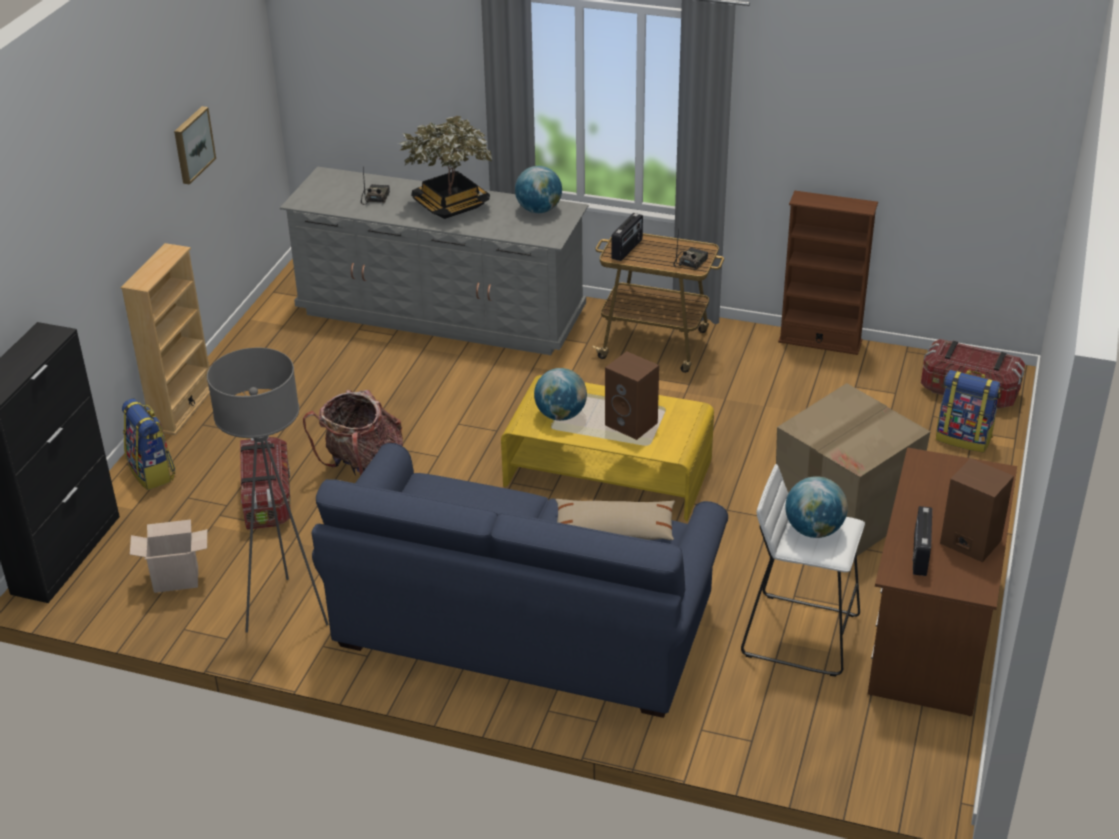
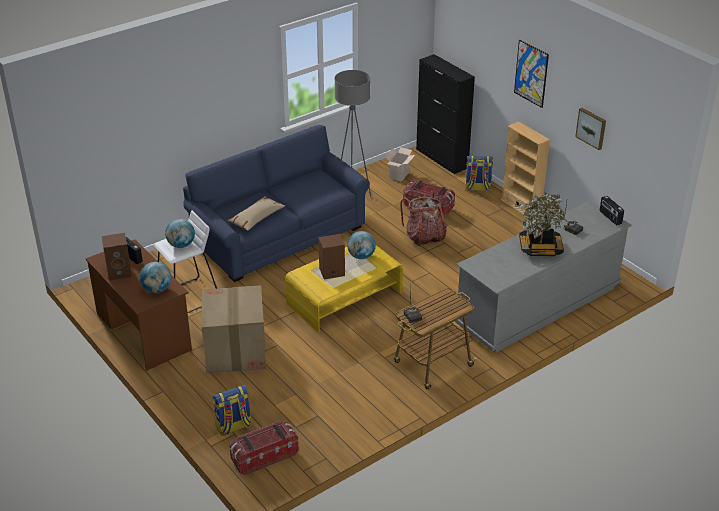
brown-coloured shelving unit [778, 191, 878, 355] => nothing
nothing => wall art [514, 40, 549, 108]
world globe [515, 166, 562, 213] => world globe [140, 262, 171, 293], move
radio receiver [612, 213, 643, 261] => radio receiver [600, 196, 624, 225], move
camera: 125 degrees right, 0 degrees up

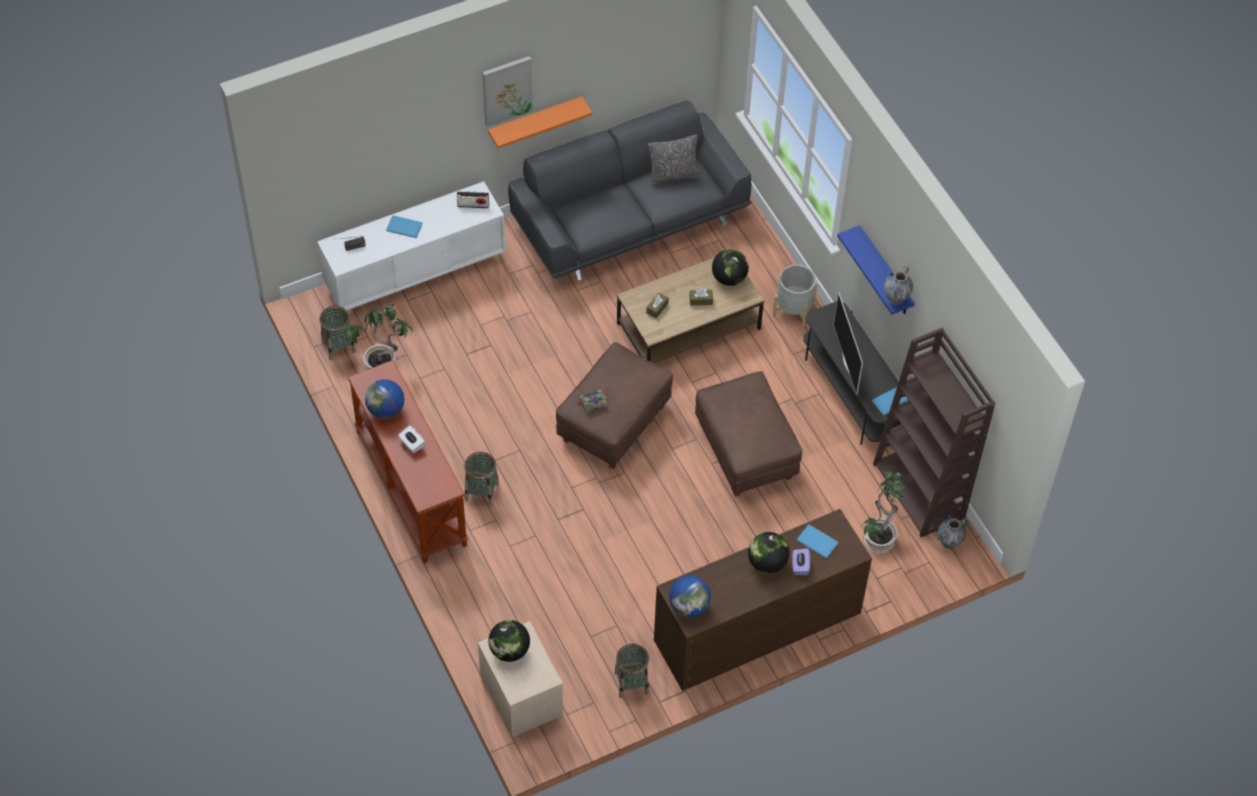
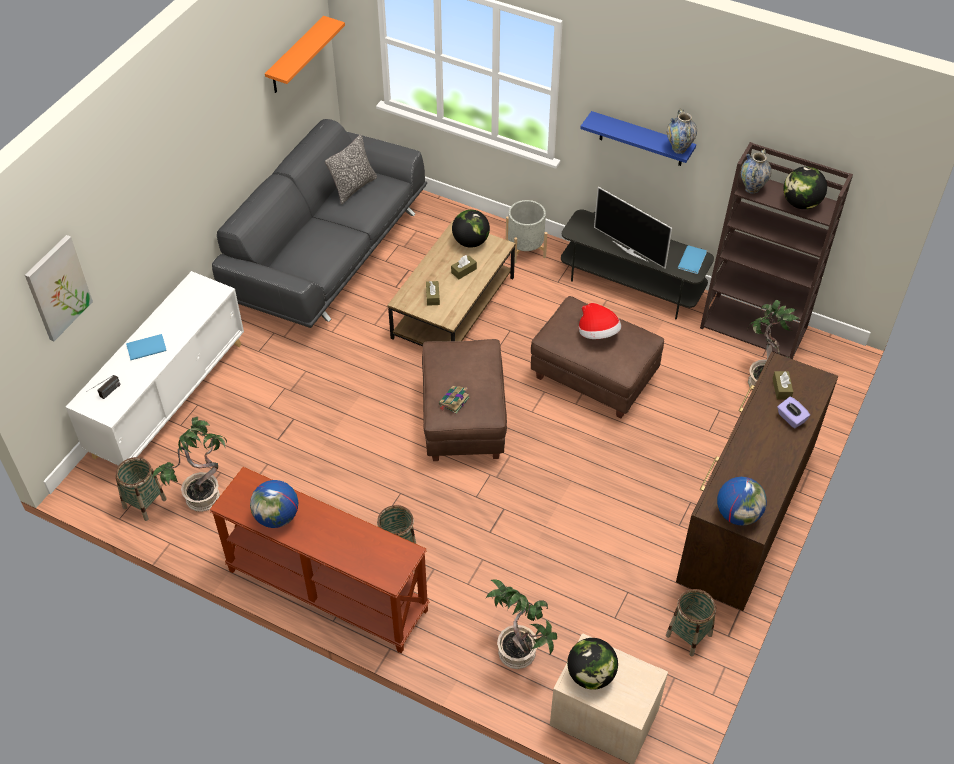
white tissue holder [398, 425, 425, 453] => nothing
radio receiver [457, 191, 489, 208] => nothing
nothing => potted plant [486, 579, 557, 669]
nothing => hat [579, 303, 621, 339]
wall art [482, 56, 533, 127] => wall art [25, 235, 93, 341], move
orange shelf [488, 96, 592, 148] => orange shelf [265, 16, 345, 93], move
world globe [748, 532, 789, 573] => world globe [783, 166, 827, 209], move
vase [937, 515, 969, 549] => vase [740, 149, 772, 194], move
bluish volume [797, 525, 838, 558] => brown-coloured tissue holder [773, 371, 793, 399]
camera: 35 degrees left, 5 degrees down

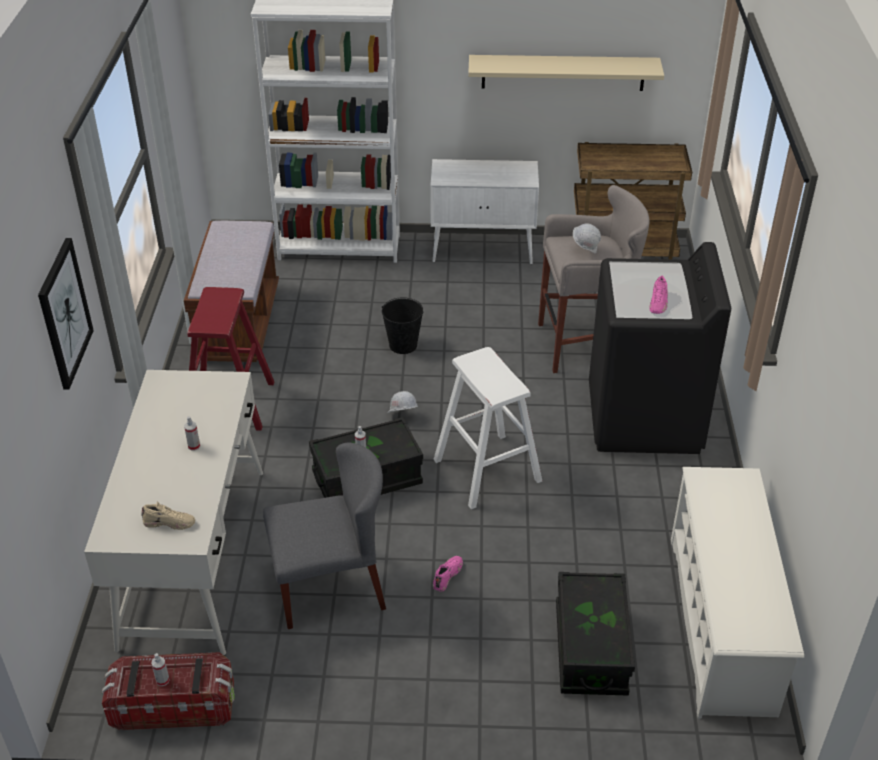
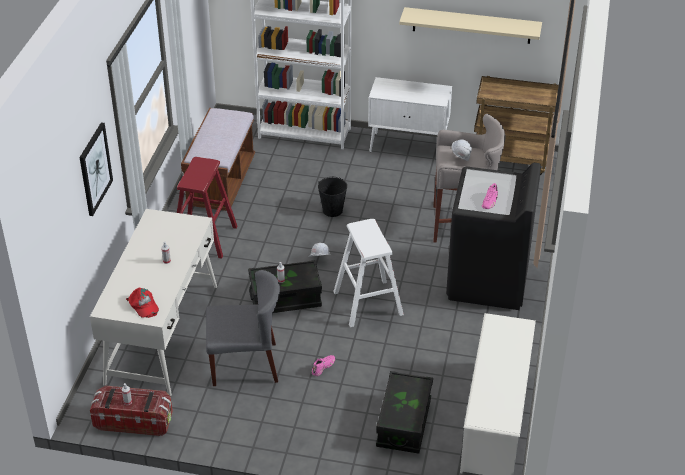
beige-coloured item of footwear [141, 502, 195, 530] => reddish baseball cap [126, 288, 159, 318]
camera: 10 degrees right, 0 degrees up

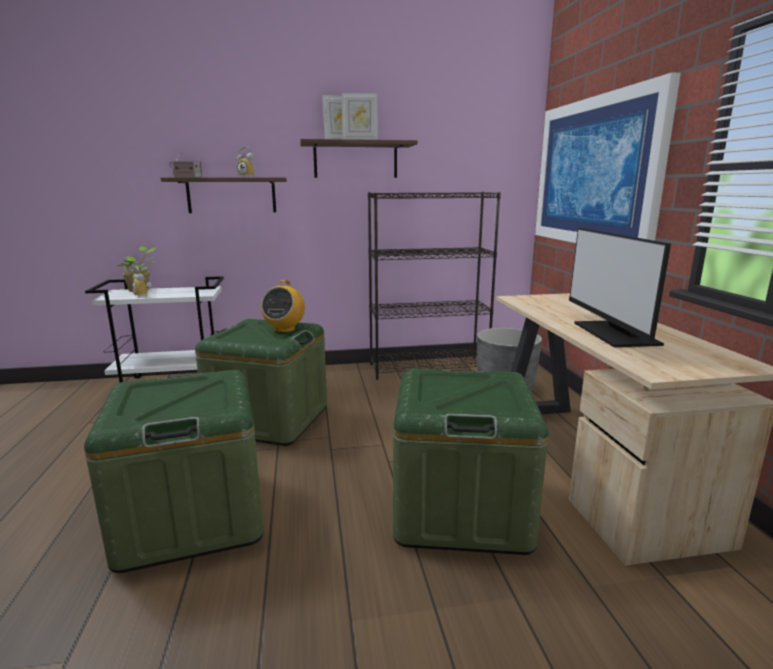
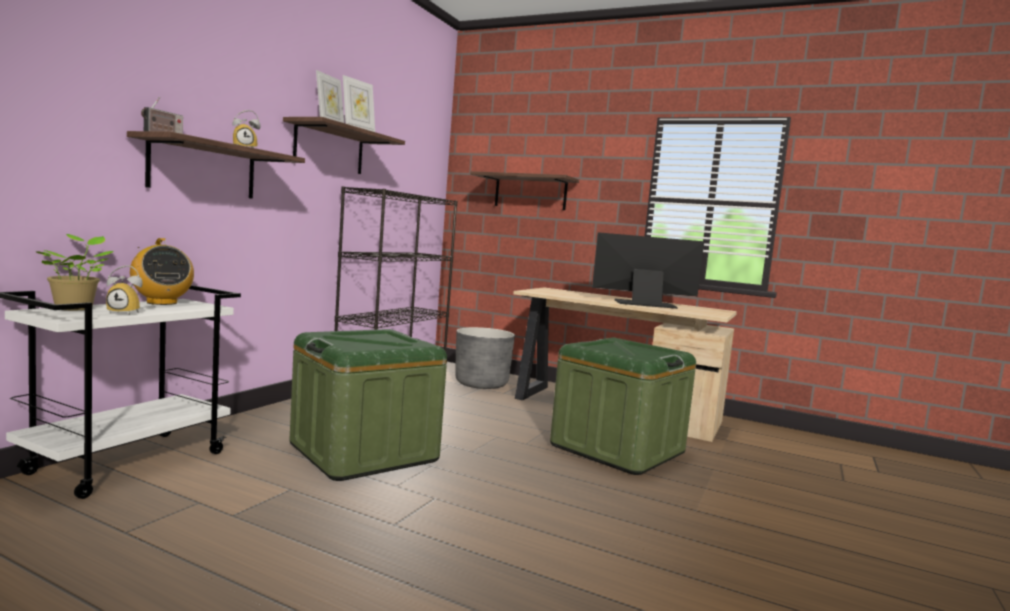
green-coloured storage bin [84, 370, 263, 573] => nothing
radio receiver [261, 280, 305, 333] => radio receiver [130, 238, 194, 305], move
wall art [535, 72, 681, 243] => shelf [470, 171, 579, 210]
monitor [569, 228, 671, 347] => monitor [592, 232, 704, 309], 150 degrees clockwise
camera: 55 degrees left, 10 degrees down

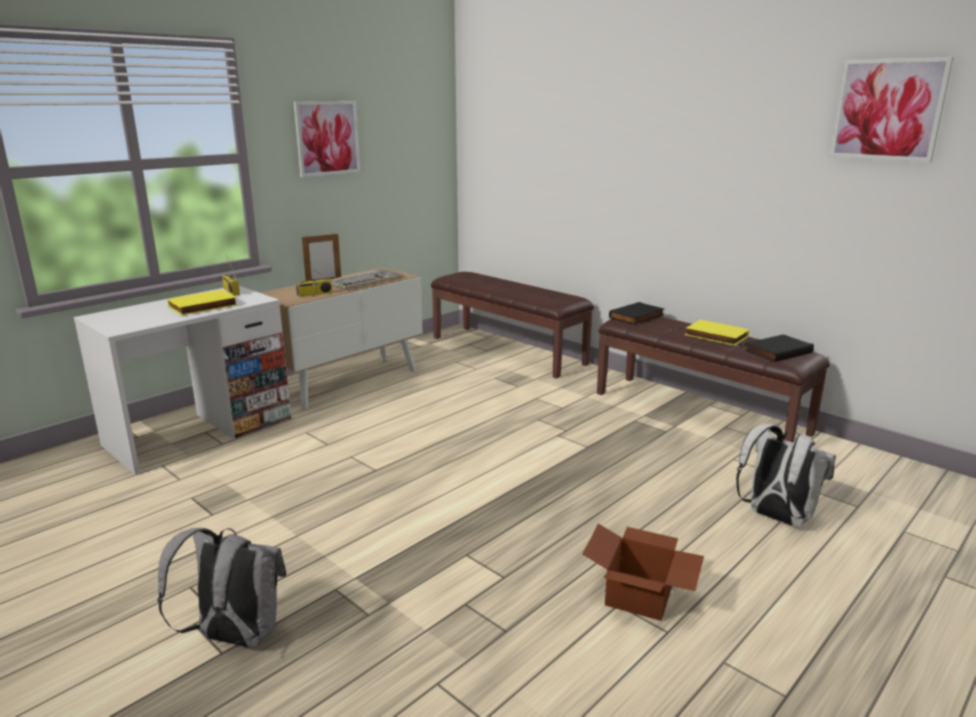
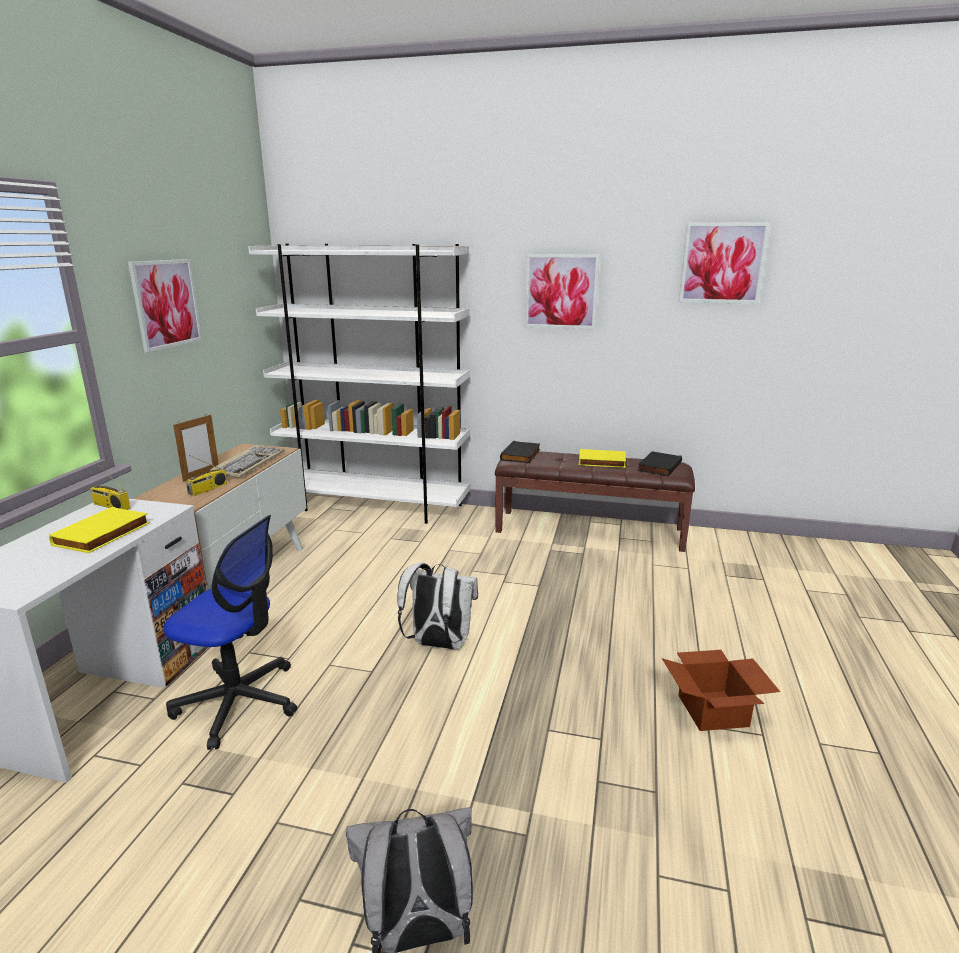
nothing => computer chair [164, 515, 297, 750]
nothing => wall art [525, 254, 600, 329]
white rucksack [736, 424, 836, 527] => white rucksack [397, 563, 478, 650], move
brown-coloured bench [431, 272, 594, 379] => white shelving unit [248, 244, 470, 524]
camera: 30 degrees left, 0 degrees up

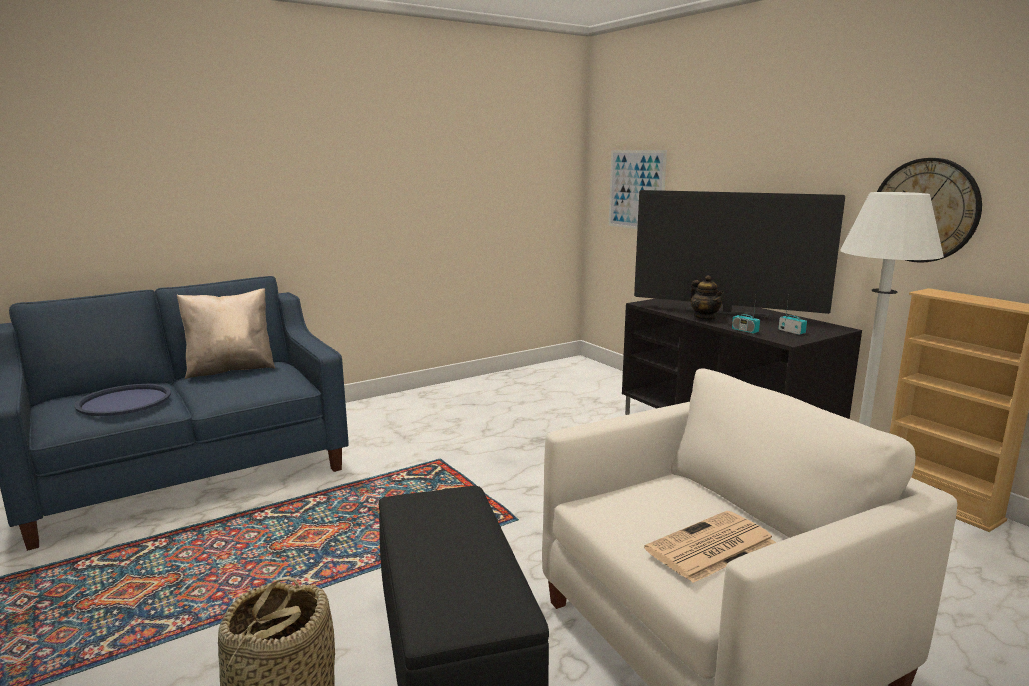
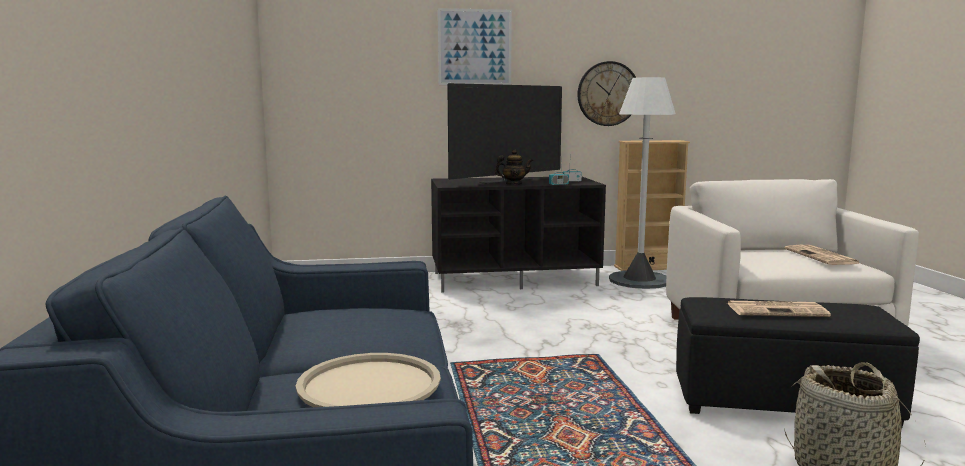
beige-coloured throw pillow [177, 289, 275, 379] => nothing
nothing => daily paper [727, 301, 831, 317]
wall art [609, 150, 667, 229] => wall art [438, 8, 512, 85], move
bluish serving tray [74, 384, 171, 416] => beige-coloured serving tray [296, 353, 441, 407]
camera: 65 degrees left, 5 degrees down

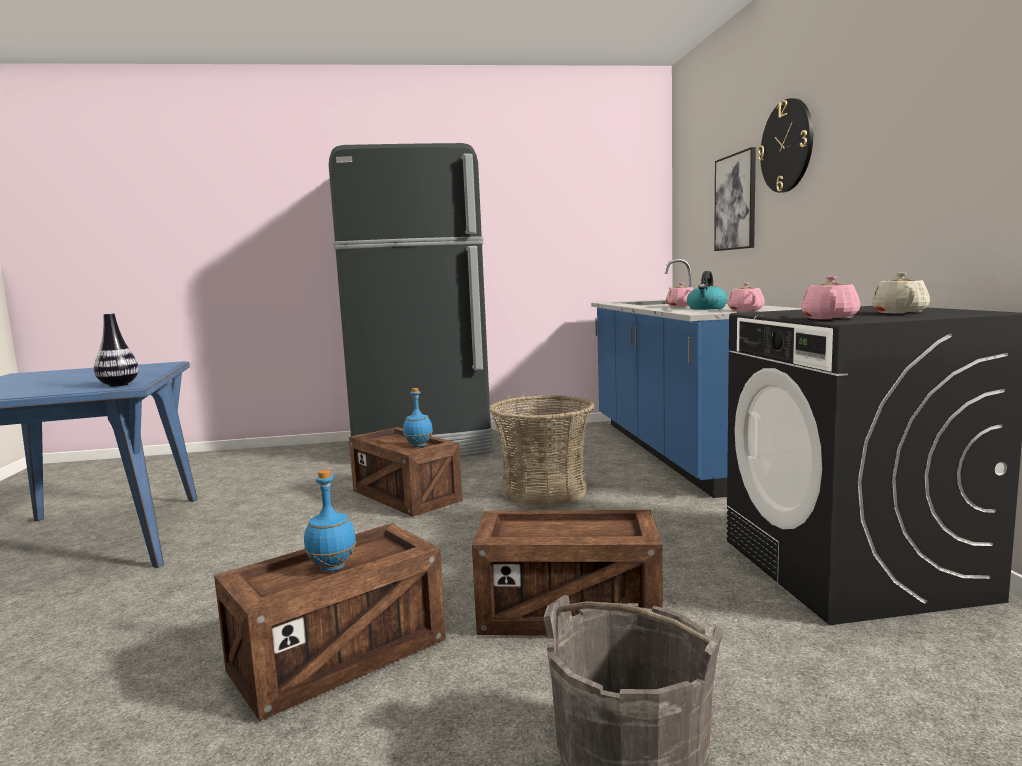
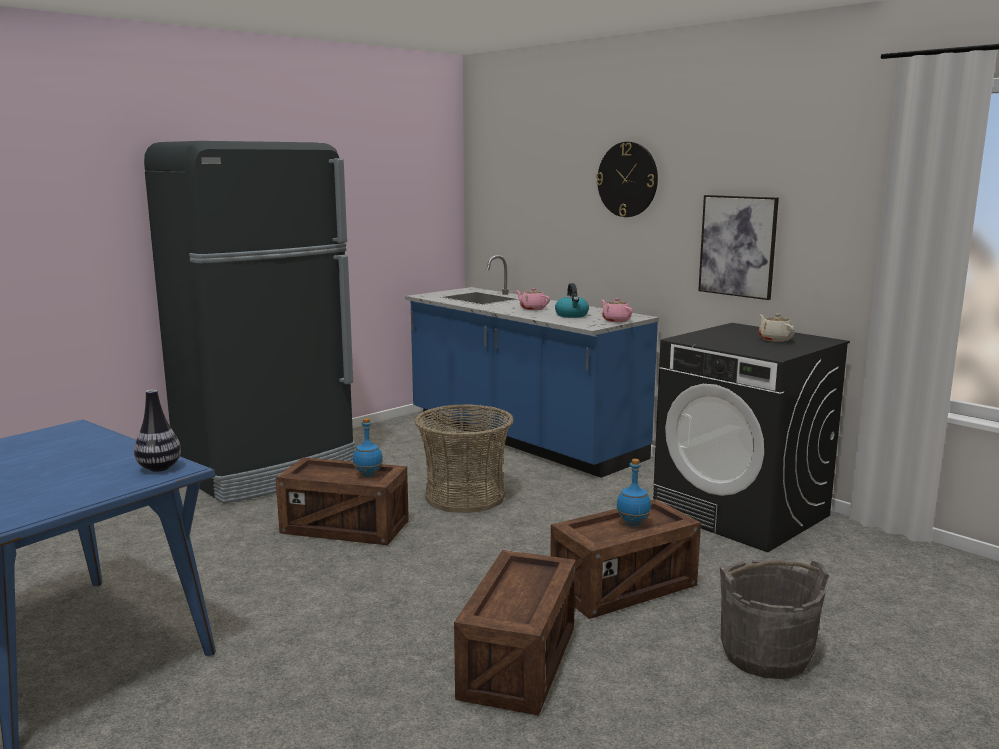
pink teapot [801, 276, 860, 319] => nothing
bluish drink bottle [304, 470, 356, 572] => bluish drink bottle [616, 459, 651, 526], move
wall art [714, 147, 756, 251] => wall art [698, 195, 779, 300], move
camera: 35 degrees left, 5 degrees up

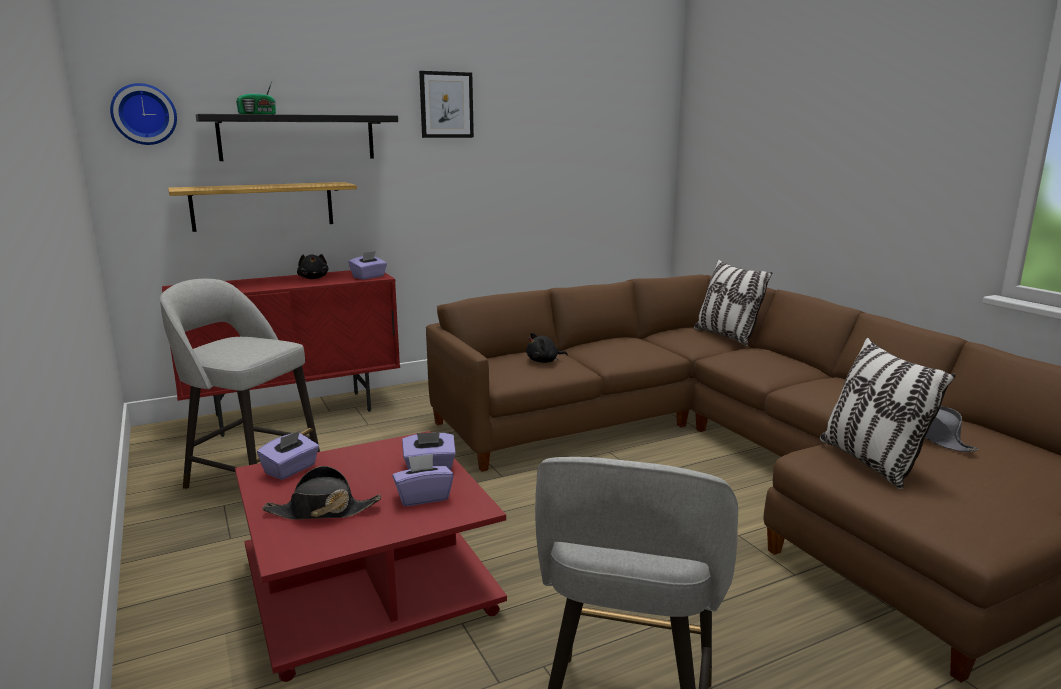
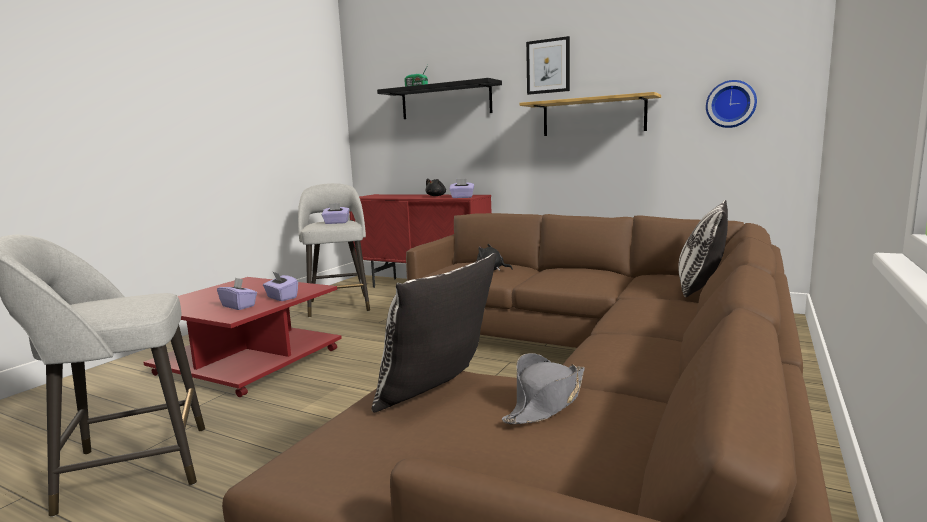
blackish hat [262, 466, 381, 520] => nothing
clock on the wall [110, 83, 177, 145] => clock on the wall [706, 80, 757, 128], move
shelf [168, 182, 357, 232] => shelf [519, 92, 661, 136], move
purplish tissue holder [257, 431, 319, 480] => purplish tissue holder [322, 203, 350, 224], move
camera: 55 degrees right, 5 degrees down

